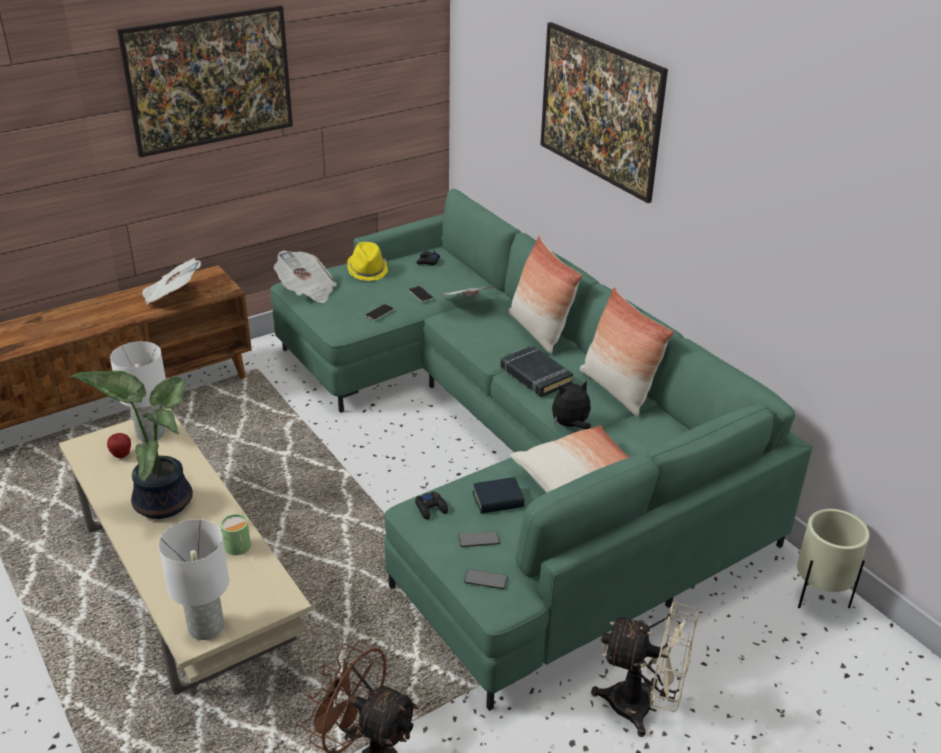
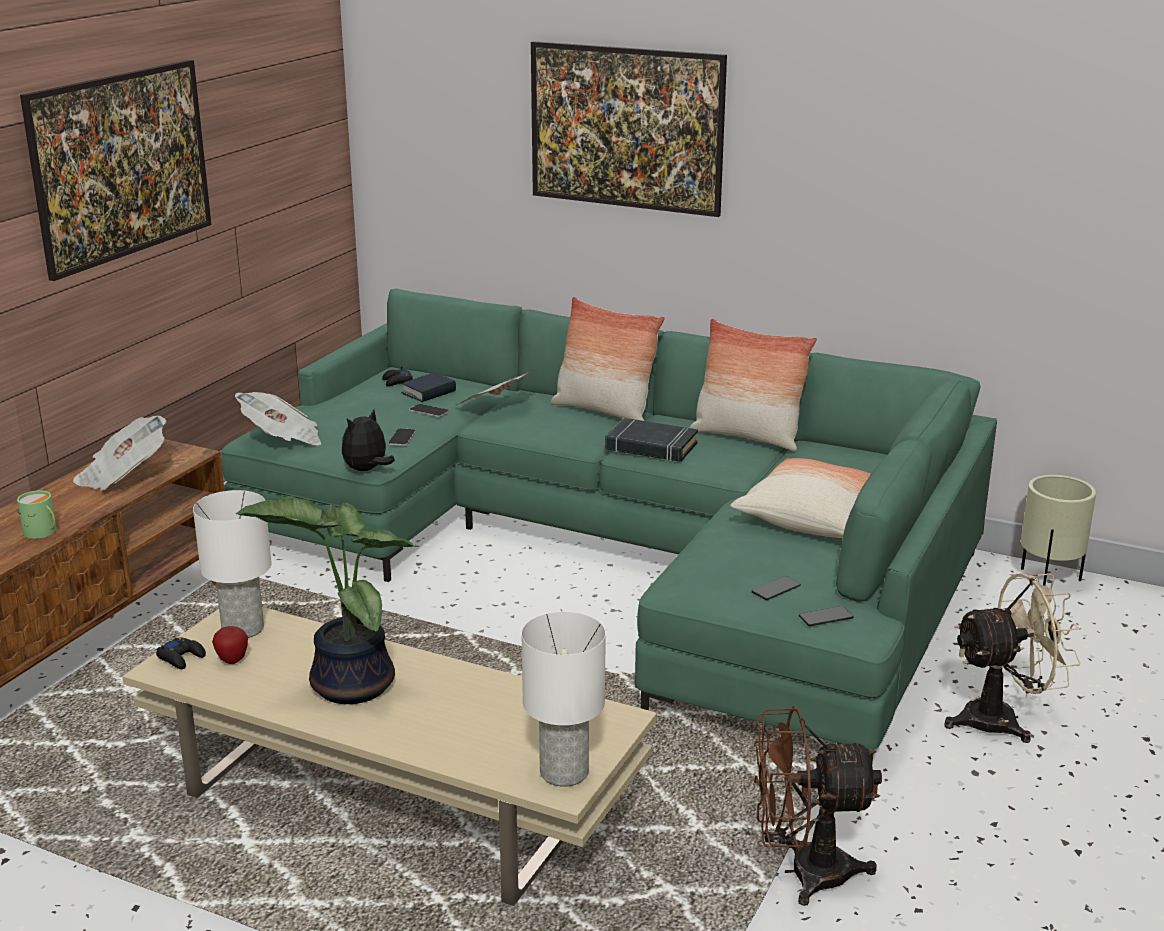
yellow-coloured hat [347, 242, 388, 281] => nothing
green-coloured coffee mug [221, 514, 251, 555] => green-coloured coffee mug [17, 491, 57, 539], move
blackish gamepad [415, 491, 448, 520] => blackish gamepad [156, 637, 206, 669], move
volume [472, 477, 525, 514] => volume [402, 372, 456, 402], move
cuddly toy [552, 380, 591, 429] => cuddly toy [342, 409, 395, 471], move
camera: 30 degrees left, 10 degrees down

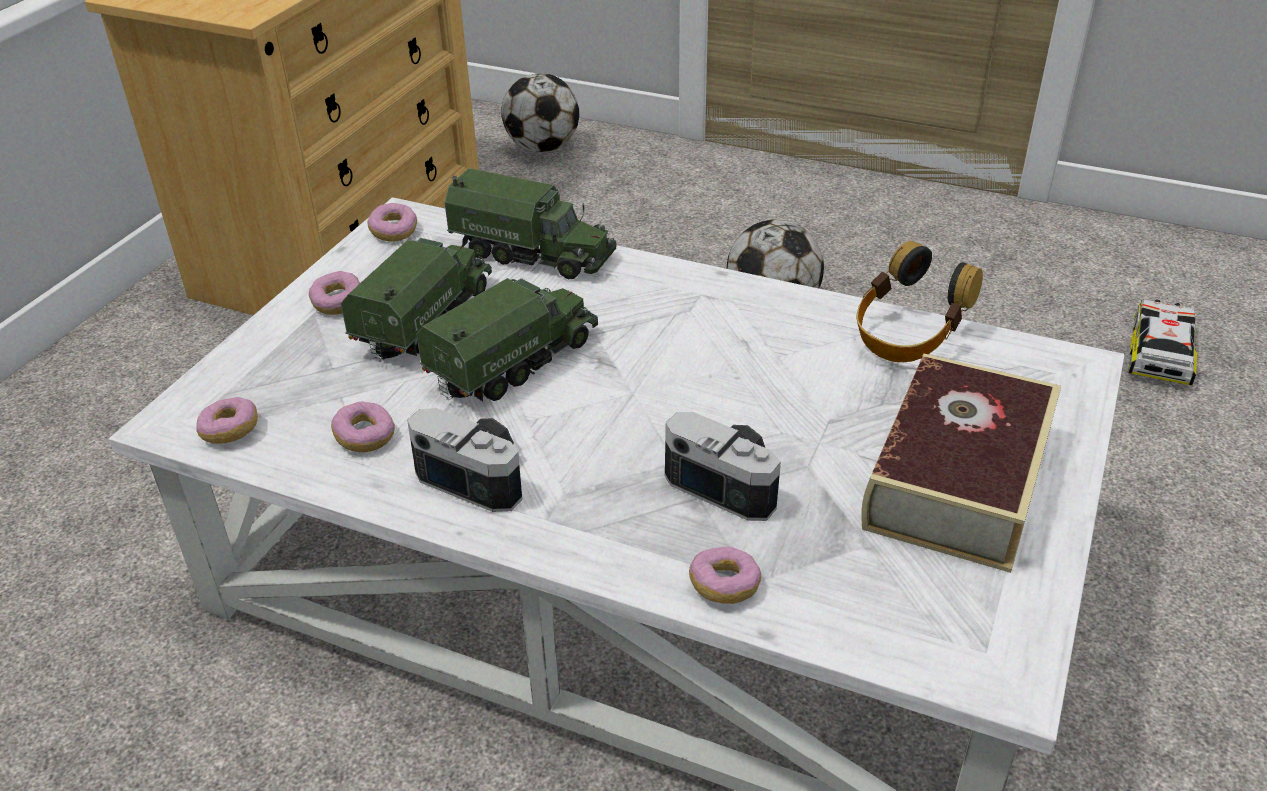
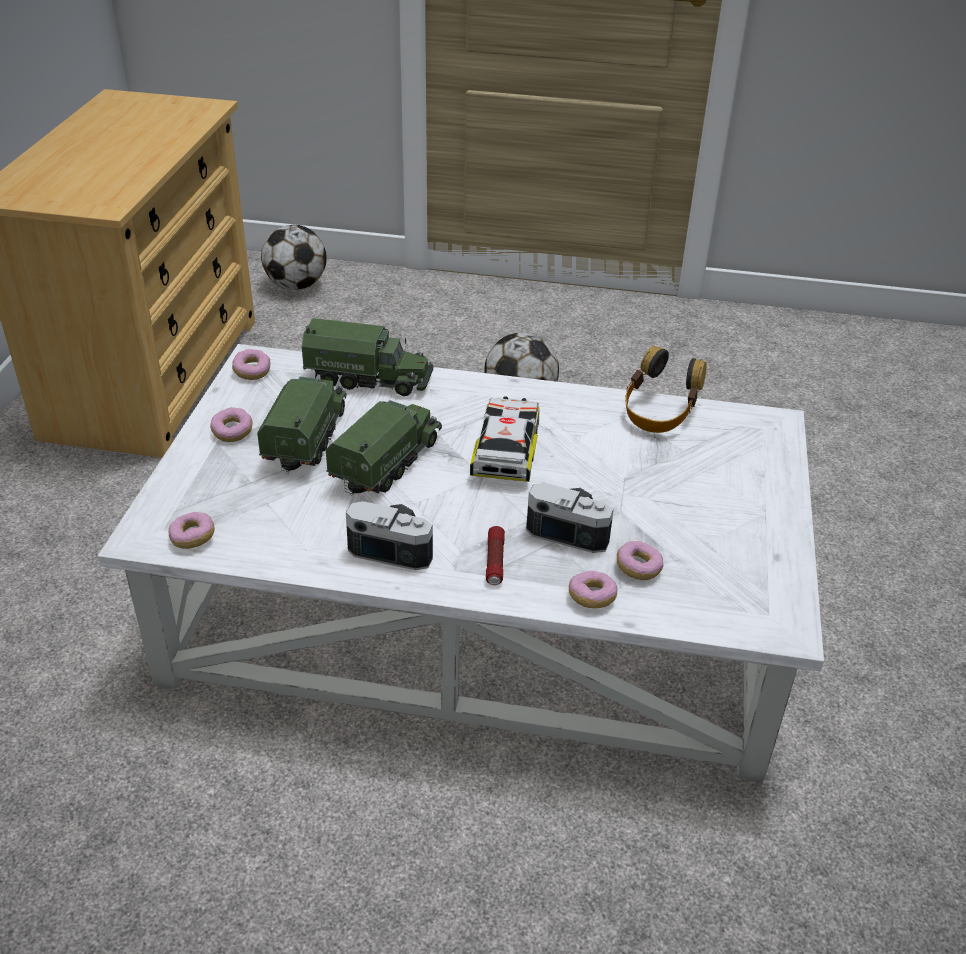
volume [861, 353, 1061, 573] => nothing
nothing => flashlight [486, 526, 505, 585]
doughnut [331, 401, 395, 452] => doughnut [617, 541, 663, 580], move
miniature car [1128, 299, 1197, 386] => miniature car [470, 396, 540, 482], move
camera: 15 degrees left, 0 degrees up

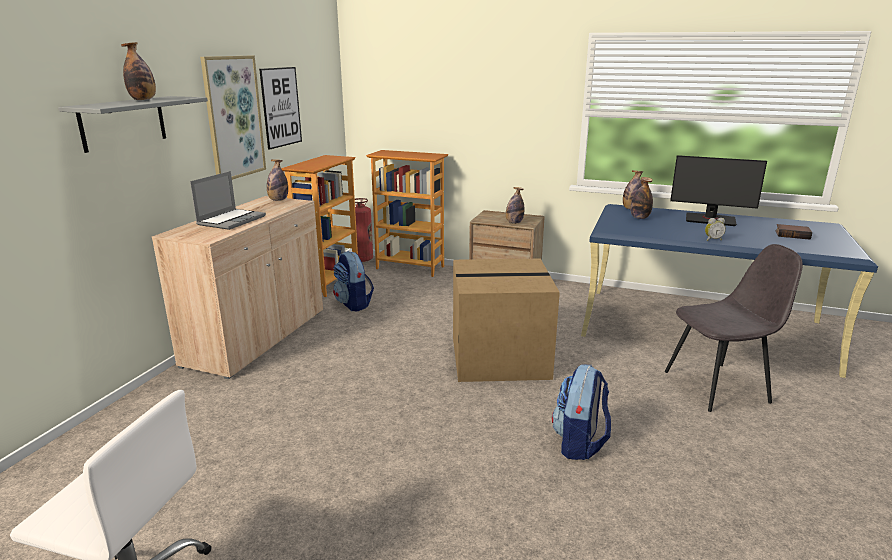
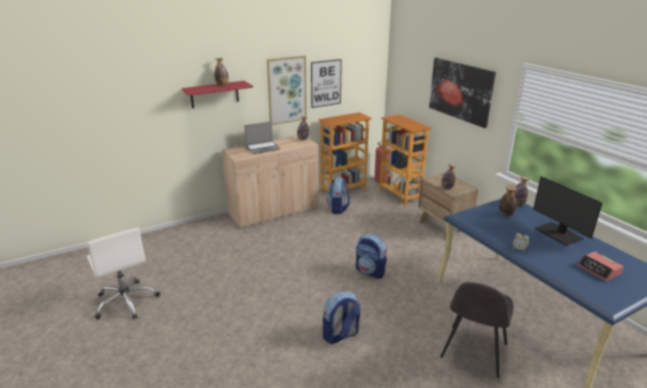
nothing => wall art [429, 58, 496, 128]
packing box [453, 258, 560, 382] => rucksack [356, 234, 387, 279]
volume [775, 224, 812, 240] => bedside clock [578, 252, 623, 281]
greyish shelf [58, 96, 208, 153] => reddish shelf [182, 81, 253, 108]
greyish plain chair [665, 244, 803, 412] => greyish plain chair [440, 282, 513, 378], 90 degrees clockwise
camera: 40 degrees right, 5 degrees up

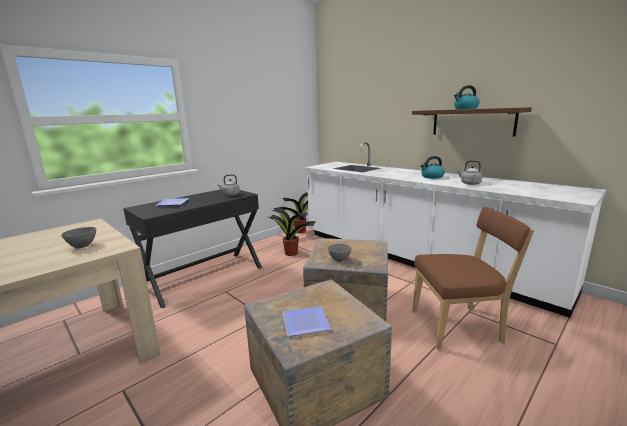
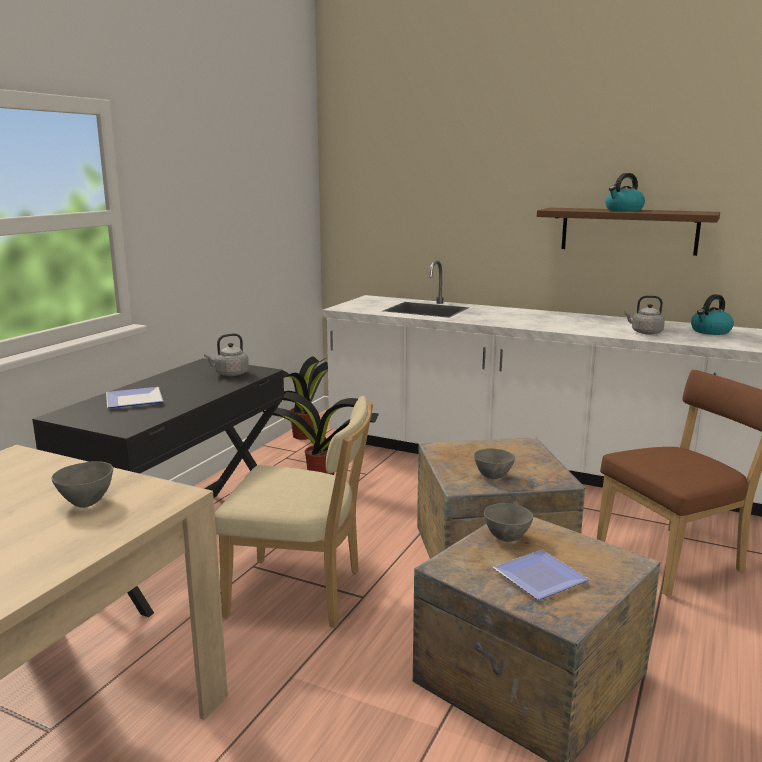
nothing => beige-coloured plain chair [215, 396, 373, 628]
nothing => greyish serving bowl [484, 503, 533, 542]
tea kettle [420, 156, 445, 179] => tea kettle [691, 294, 734, 335], move
camera: 20 degrees left, 0 degrees up

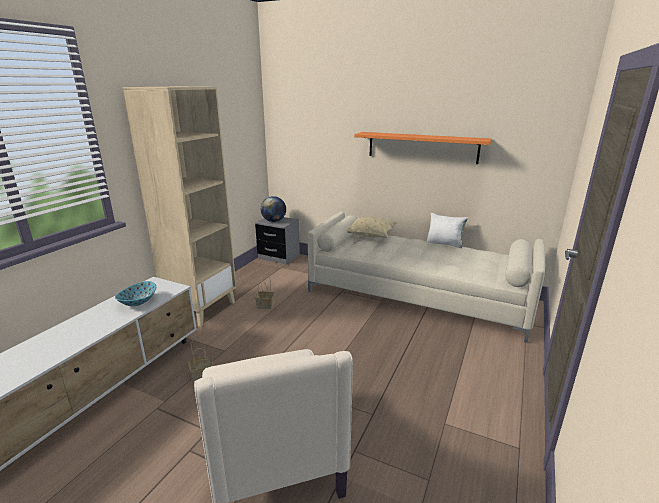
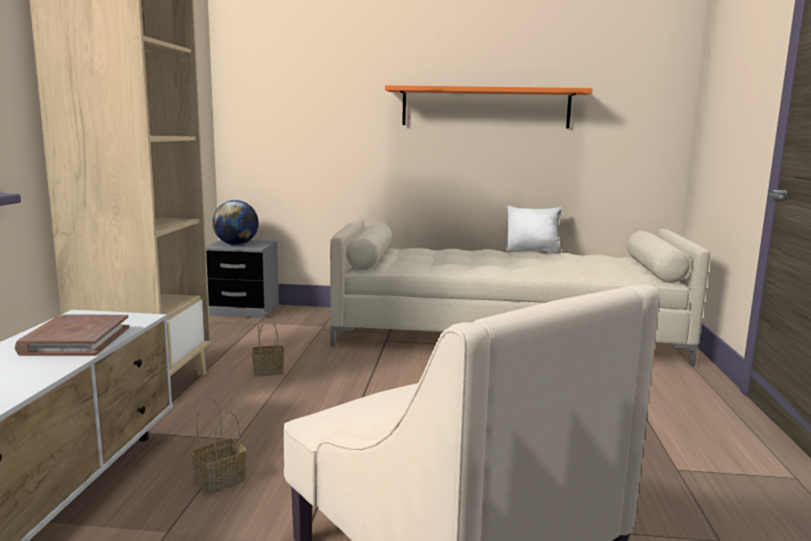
beige-coloured throw pillow [346, 217, 397, 238] => nothing
serving bowl [115, 281, 156, 306] => brown-coloured volume [15, 314, 129, 356]
camera: 20 degrees left, 10 degrees down

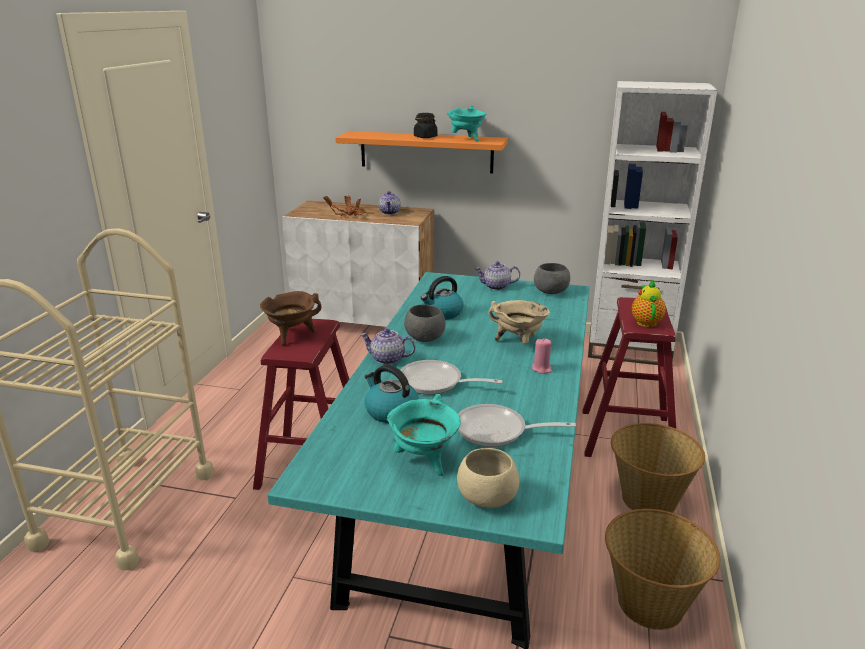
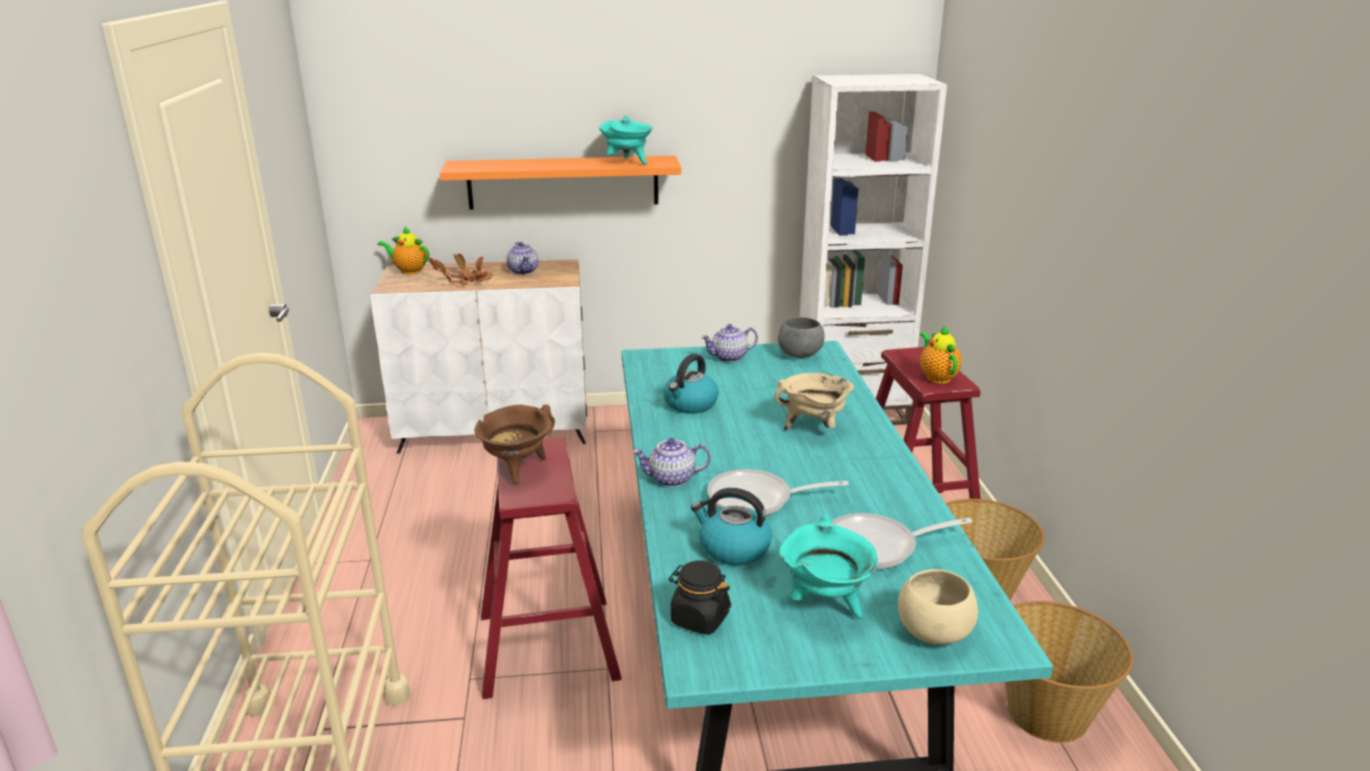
greyish serving bowl [404, 304, 446, 342] => nothing
pink wax light [532, 338, 552, 374] => nothing
nothing => teapot [378, 226, 430, 274]
blackish jar [414, 113, 437, 138] => blackish jar [669, 560, 731, 635], move
camera: 20 degrees left, 0 degrees up

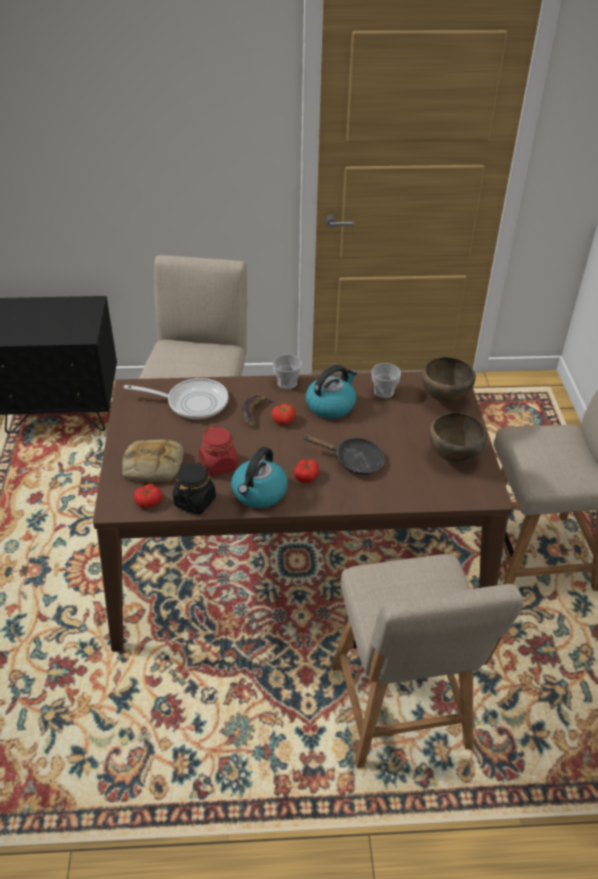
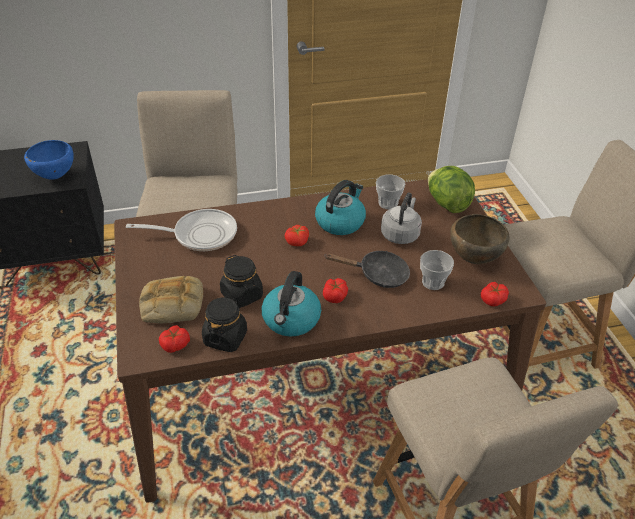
banana [242, 394, 274, 427] => nothing
nothing => bluish serving bowl [24, 140, 74, 180]
nothing => greyish tea kettle [381, 192, 422, 244]
nothing => whole tomato [481, 282, 509, 307]
small cup [273, 354, 302, 389] => small cup [420, 250, 454, 290], move
brown-coloured serving bowl [422, 357, 476, 403] => lettuce [428, 166, 475, 213]
reddish jar [199, 425, 238, 476] => blackish jar [220, 255, 263, 308]
camera: 10 degrees left, 0 degrees up

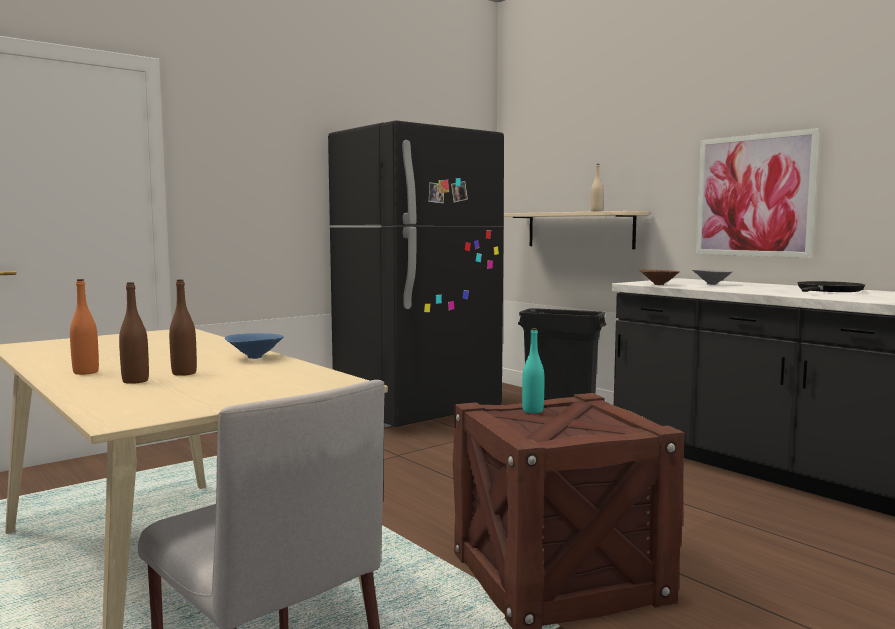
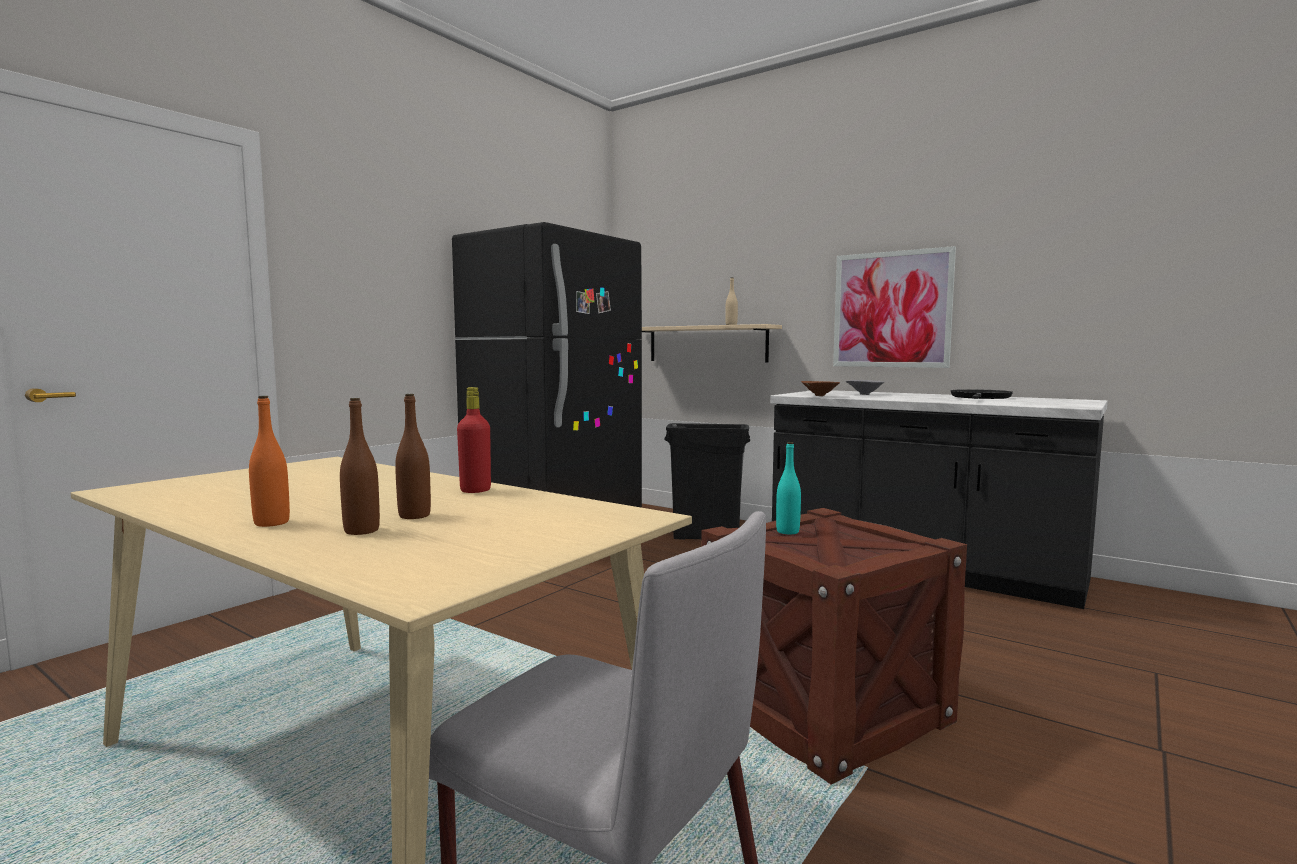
bluish serving bowl [225, 333, 284, 359] => reddish drink bottle [457, 387, 491, 493]
camera: 15 degrees left, 0 degrees up

